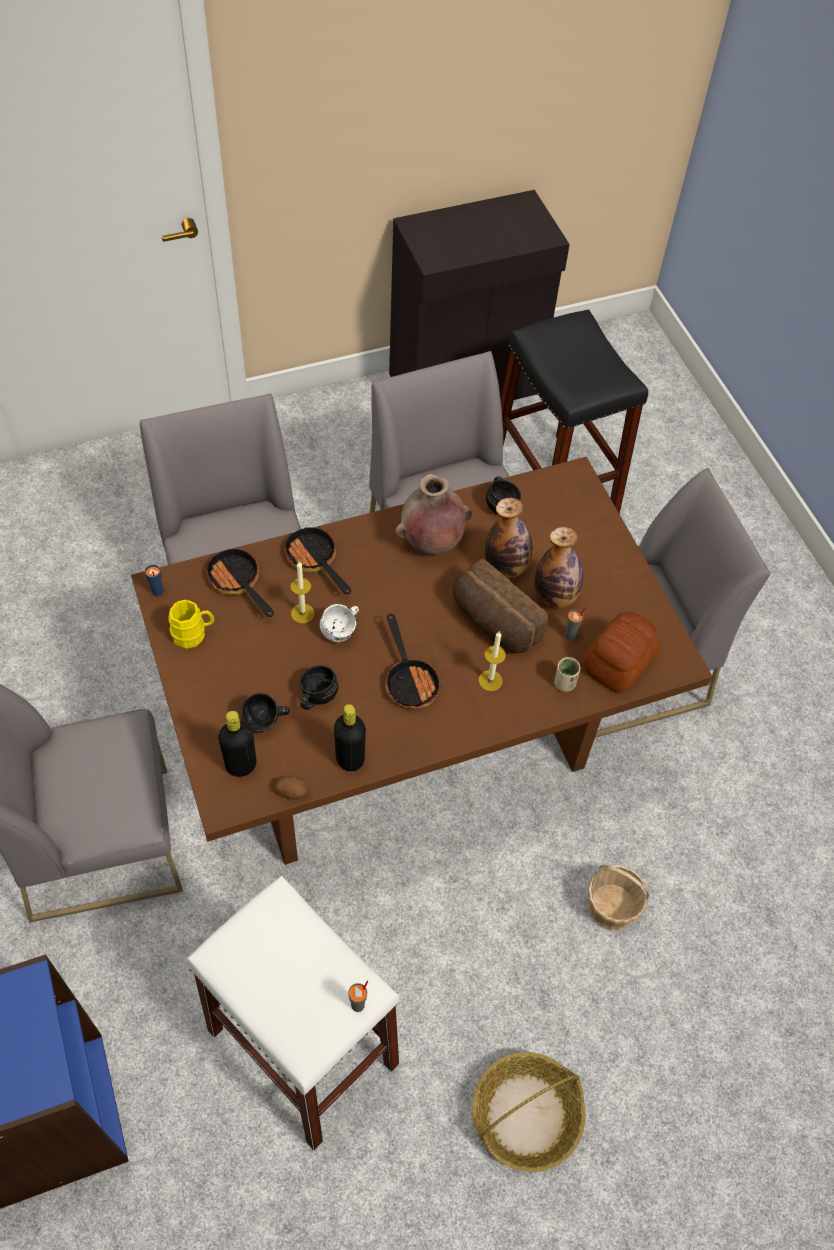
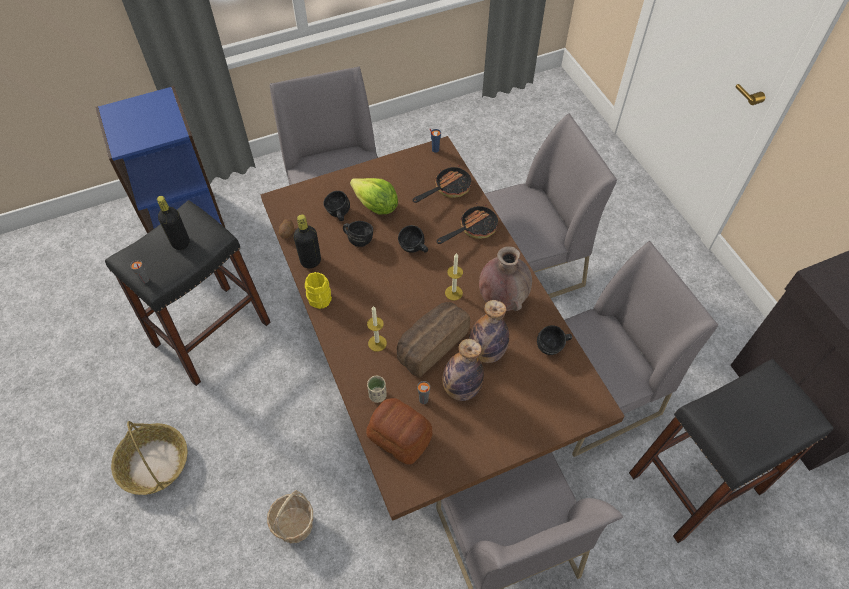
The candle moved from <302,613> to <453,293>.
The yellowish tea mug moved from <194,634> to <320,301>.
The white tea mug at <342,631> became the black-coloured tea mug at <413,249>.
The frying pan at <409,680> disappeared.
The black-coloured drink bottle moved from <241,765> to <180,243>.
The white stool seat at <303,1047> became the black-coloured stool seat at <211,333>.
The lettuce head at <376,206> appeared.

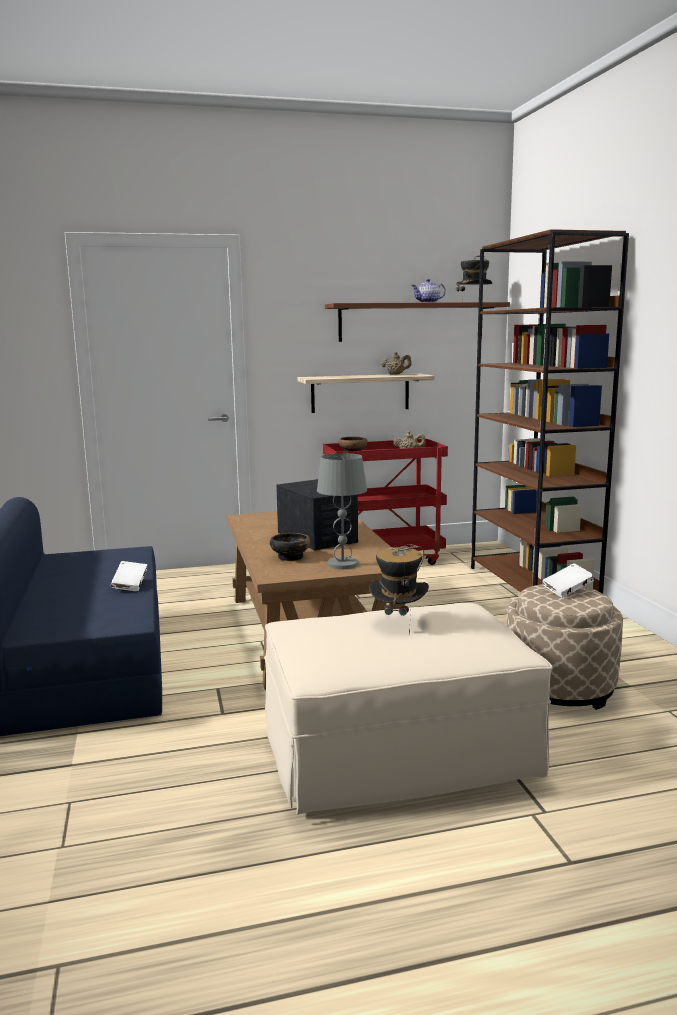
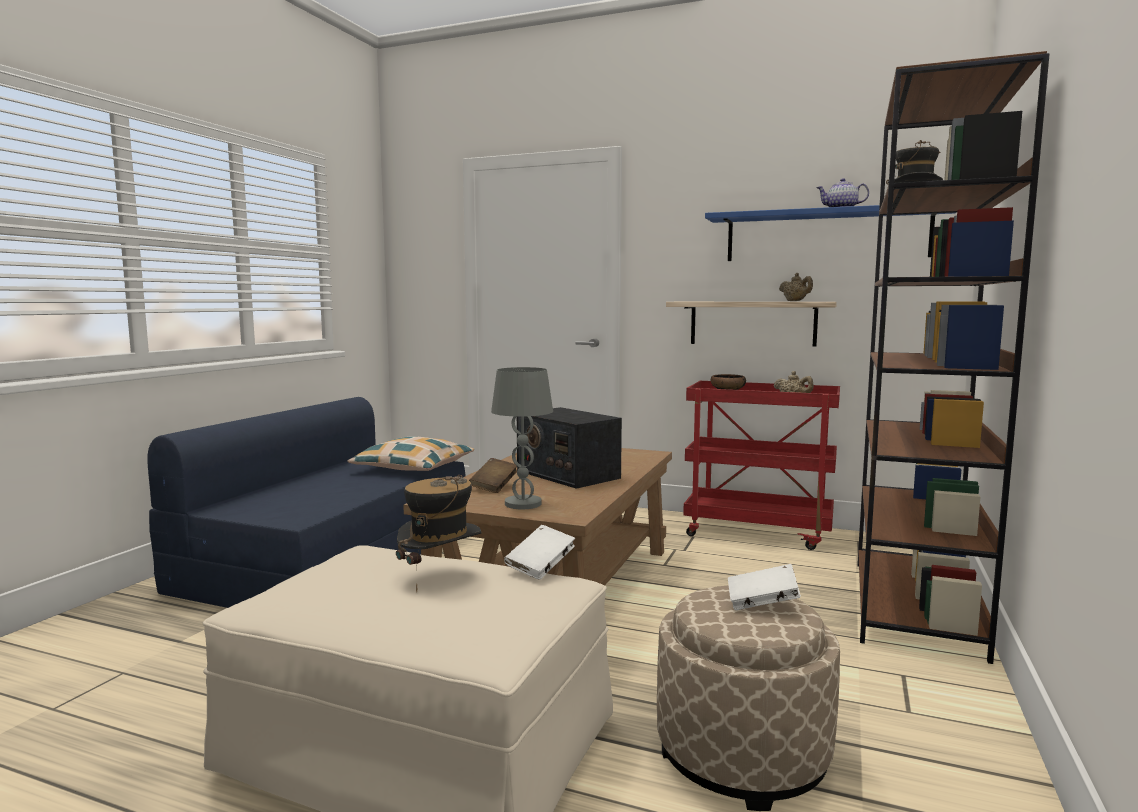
The brownish shelf at <411,322> became the bluish shelf at <826,236>.
The radio receiver at <317,537> turned 135 degrees clockwise.
The bowl at <290,557> was replaced by the brownish bound book at <494,487>.
The white bound book moved from <130,586> to <540,567>.
The throw pillow at <413,468> appeared.

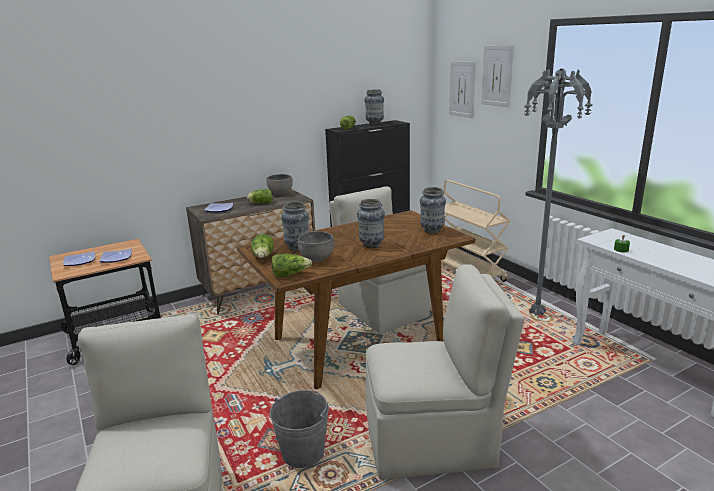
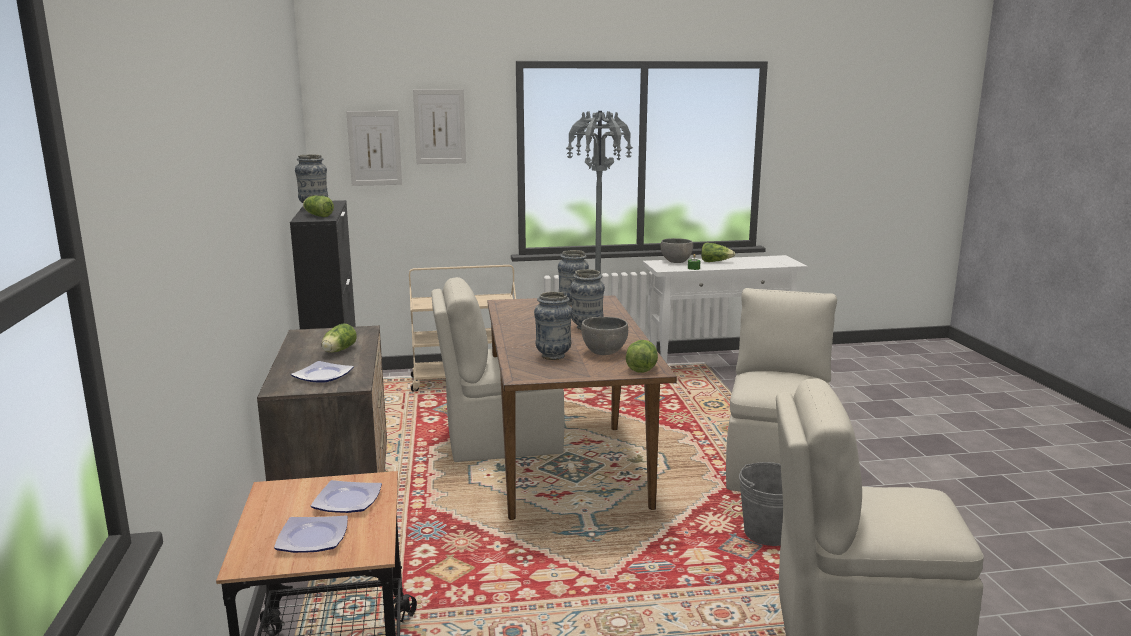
The grey bowl moved from <280,193> to <676,261>.
The lettuce head moved from <263,257> to <715,262>.

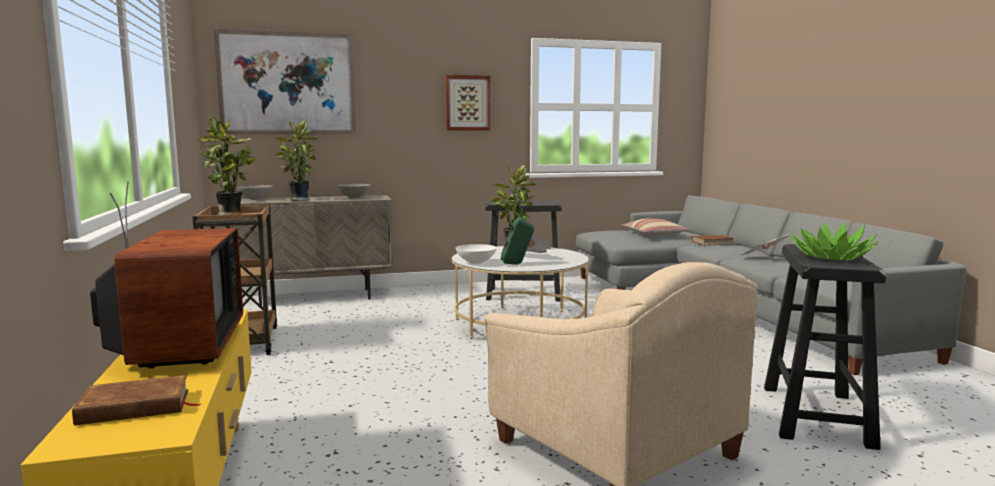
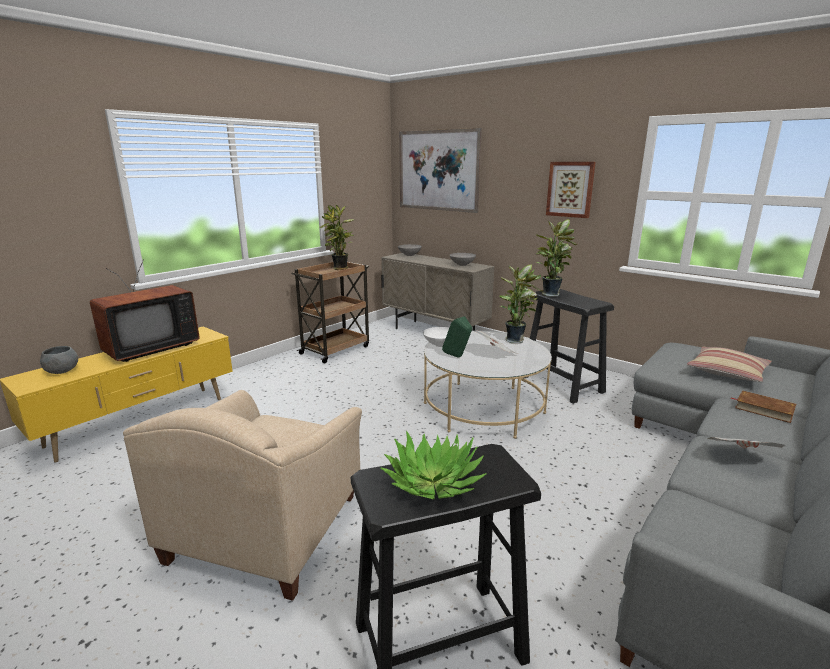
The potted plant moved from <299,199> to <551,294>.
The brownish bound book at <135,407> was replaced by the grey bowl at <62,371>.

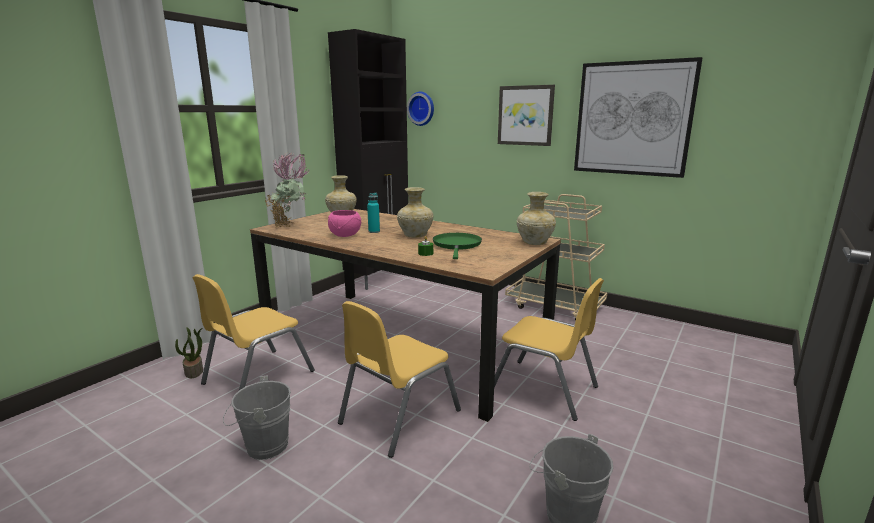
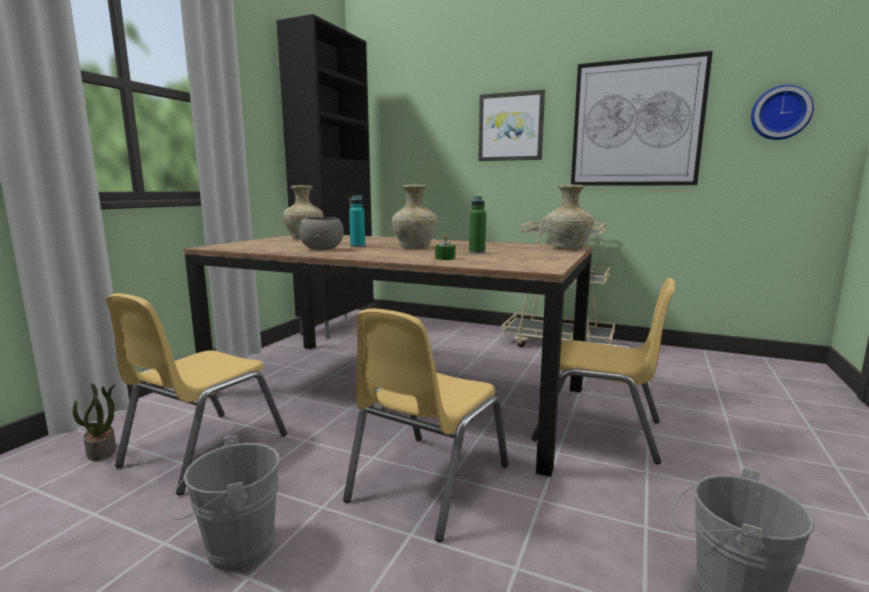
The clock on the wall moved from <422,108> to <780,113>.
The potted plant at <291,226> disappeared.
The pink-coloured bowl at <344,235> became the grey bowl at <321,249>.
The green-coloured frying pan at <457,245> was replaced by the green-coloured drink bottle at <477,252>.

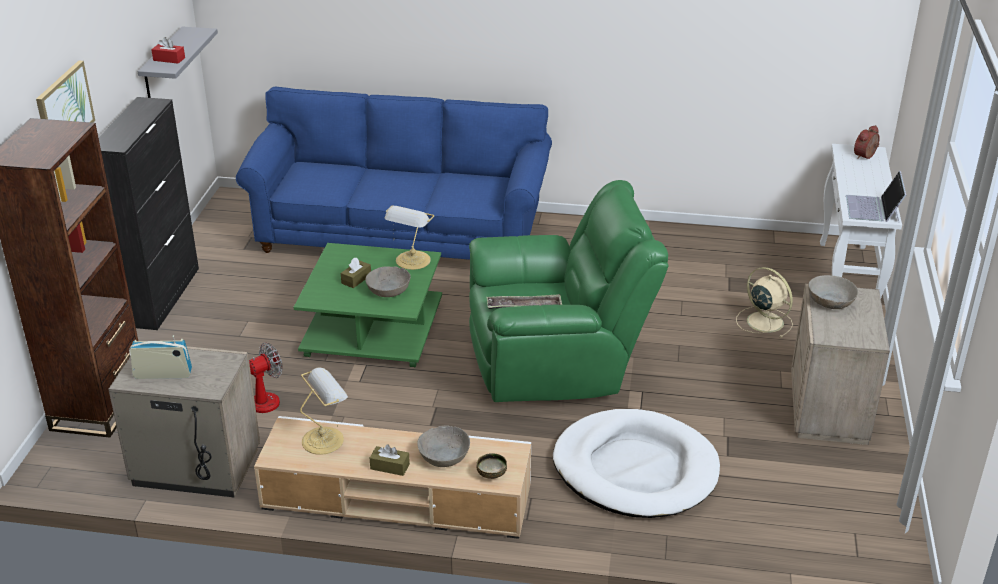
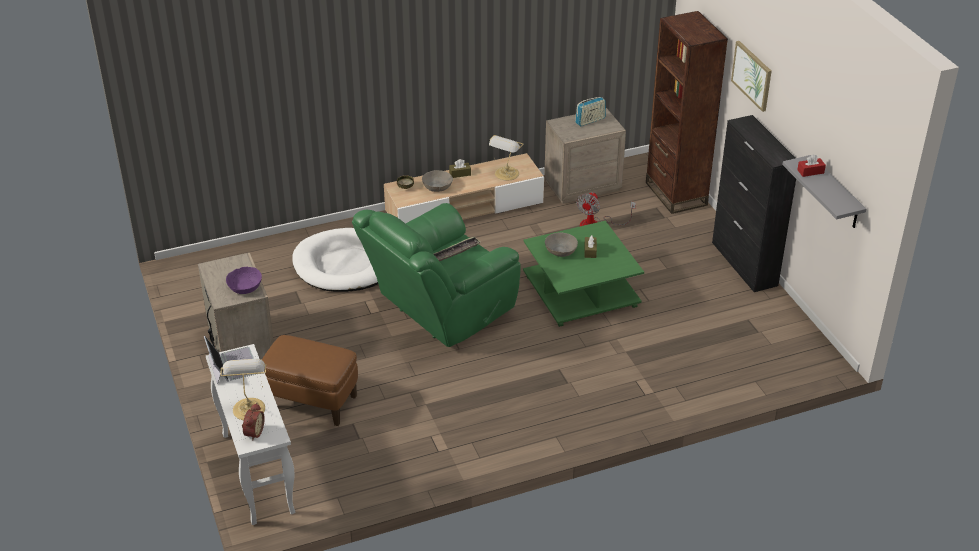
The bluish couch at <401,235> disappeared.
The table lamp moved from <412,261> to <248,407>.
The beige-coloured fan at <763,321> was replaced by the brownish footrest at <312,402>.
The grey bowl at <831,301> became the purple-coloured bowl at <245,287>.

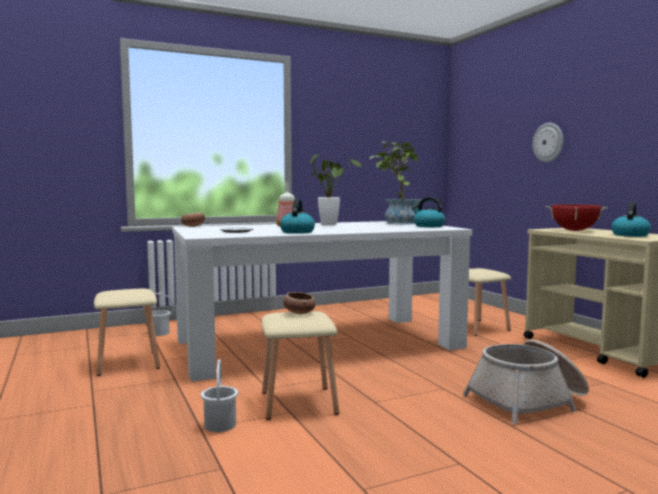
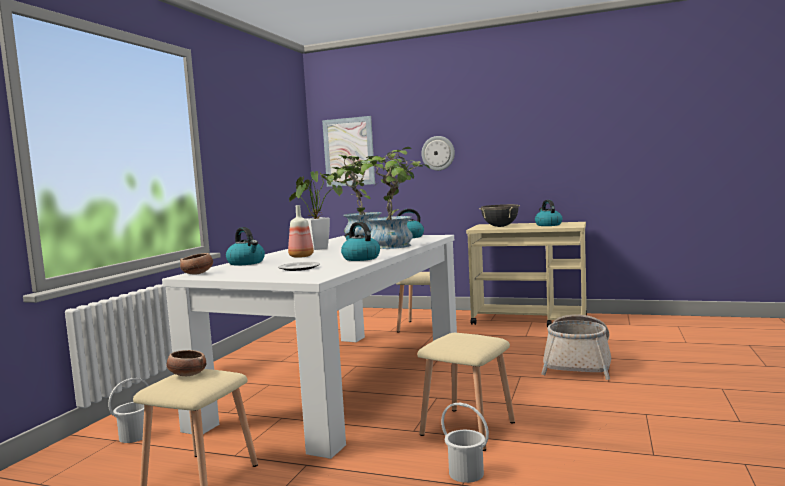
The red saucepot at <574,230> became the black-coloured saucepot at <500,226>.
The bowl moved from <299,313> to <187,375>.
The wall art at <349,152> appeared.
The potted plant at <396,246> appeared.
The water kettle at <246,263> appeared.

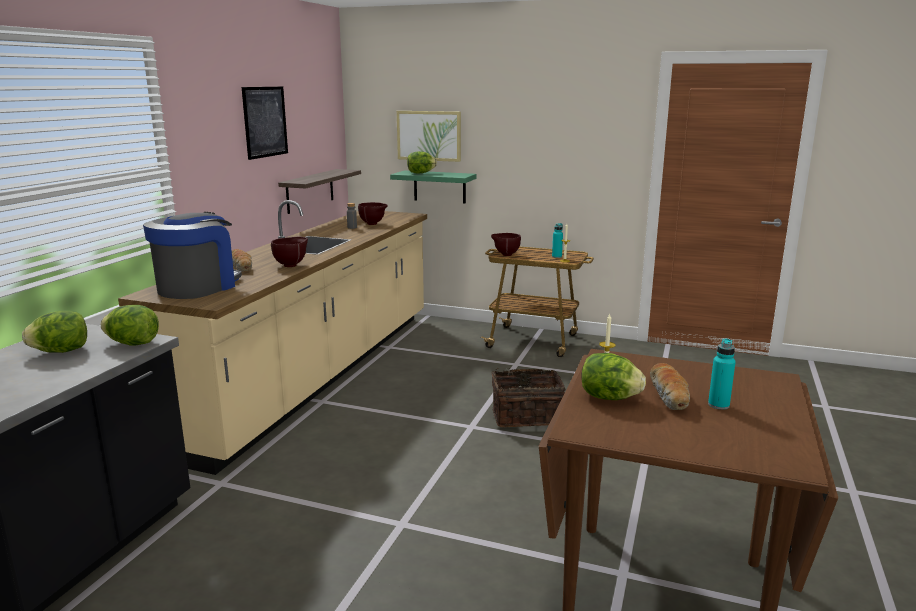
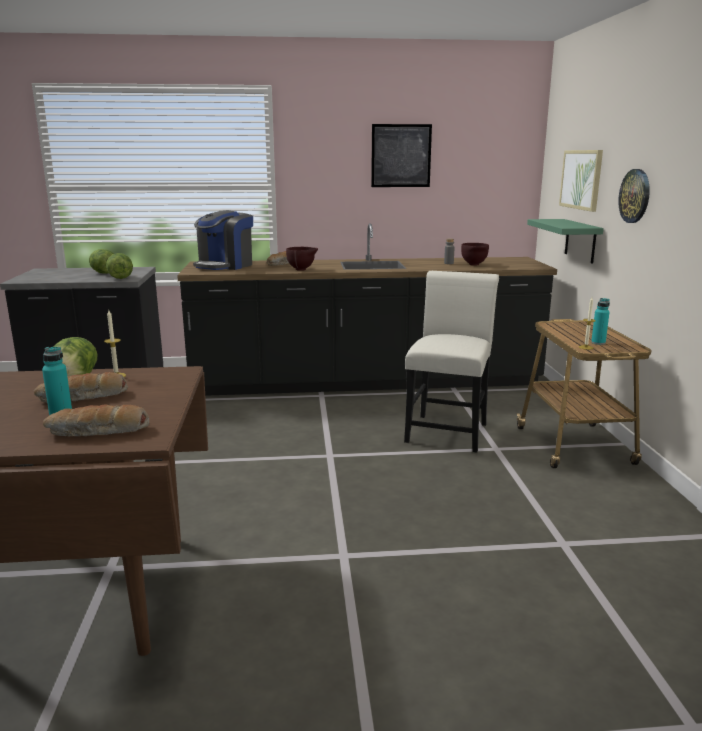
The lettuce head at <421,173> disappeared.
The shelf at <310,191> disappeared.
The beige-coloured kitchen counter at <318,374> became the black-coloured kitchen counter at <366,383>.
The coffee maker at <198,287> turned 120 degrees clockwise.
The brownish bowl at <505,255> disappeared.
The household basket at <526,416> disappeared.
The clock on the wall at <635,196> appeared.
The white chair at <448,430> appeared.
The bread at <98,432> appeared.

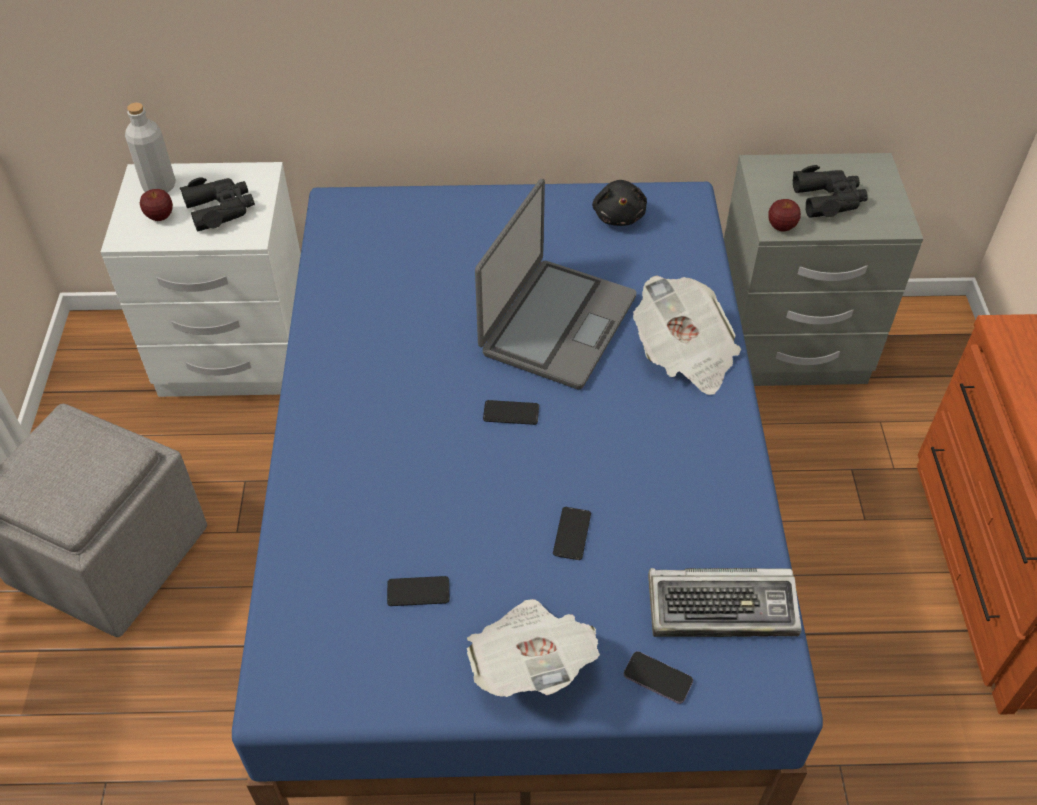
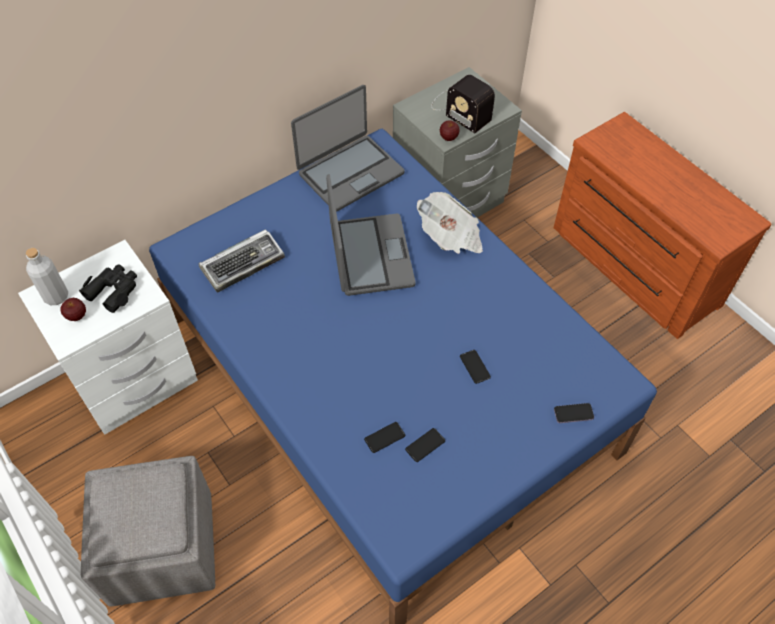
The black-coloured binoculars at <828,199> was replaced by the radio receiver at <459,109>.
The black-coloured cuddly toy at <619,215> was replaced by the laptop at <350,173>.
The telephone moved from <511,413> to <384,437>.
The computer keyboard moved from <723,607> to <243,263>.
The daily paper at <530,662> disappeared.

